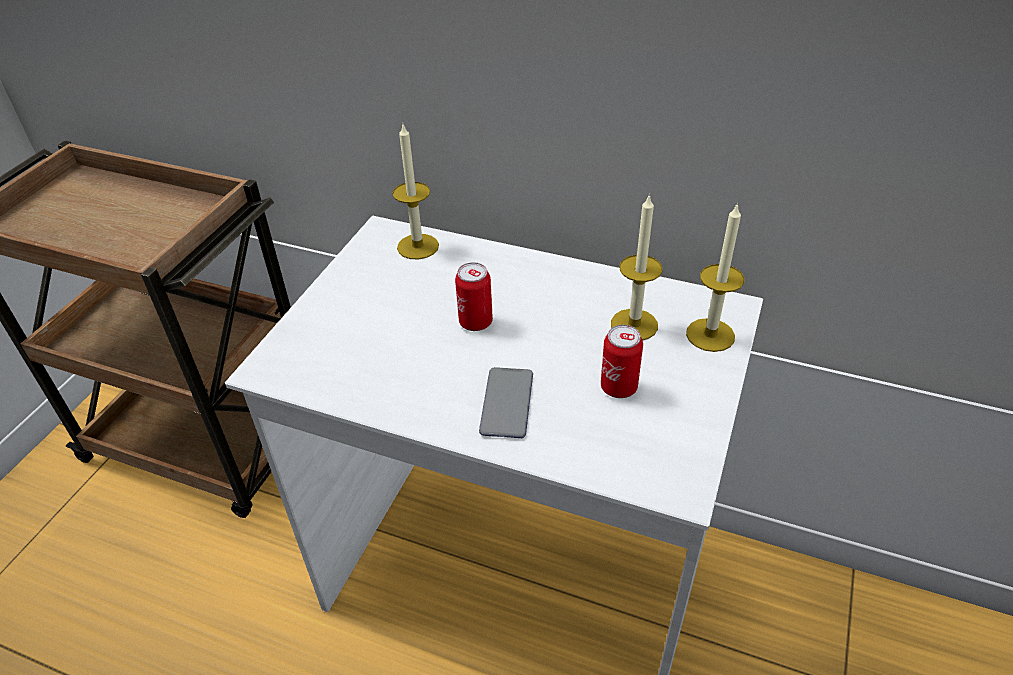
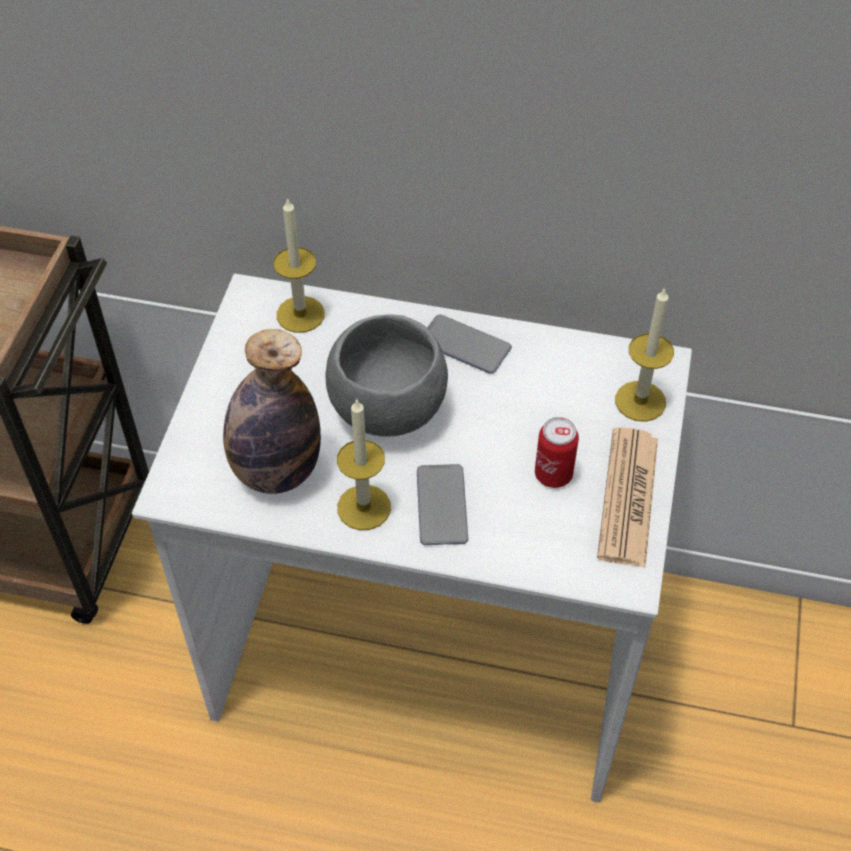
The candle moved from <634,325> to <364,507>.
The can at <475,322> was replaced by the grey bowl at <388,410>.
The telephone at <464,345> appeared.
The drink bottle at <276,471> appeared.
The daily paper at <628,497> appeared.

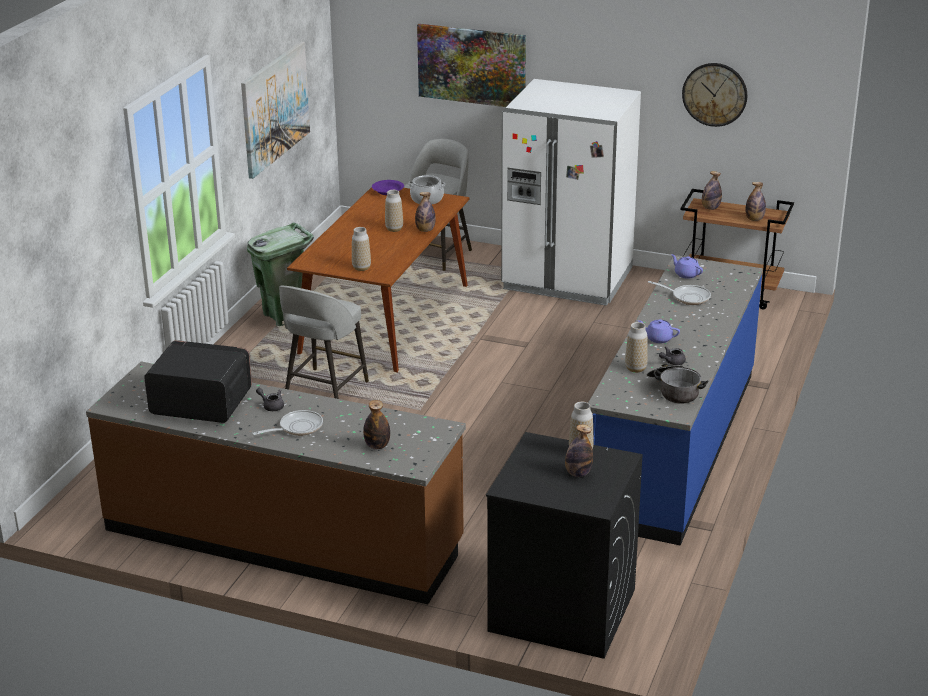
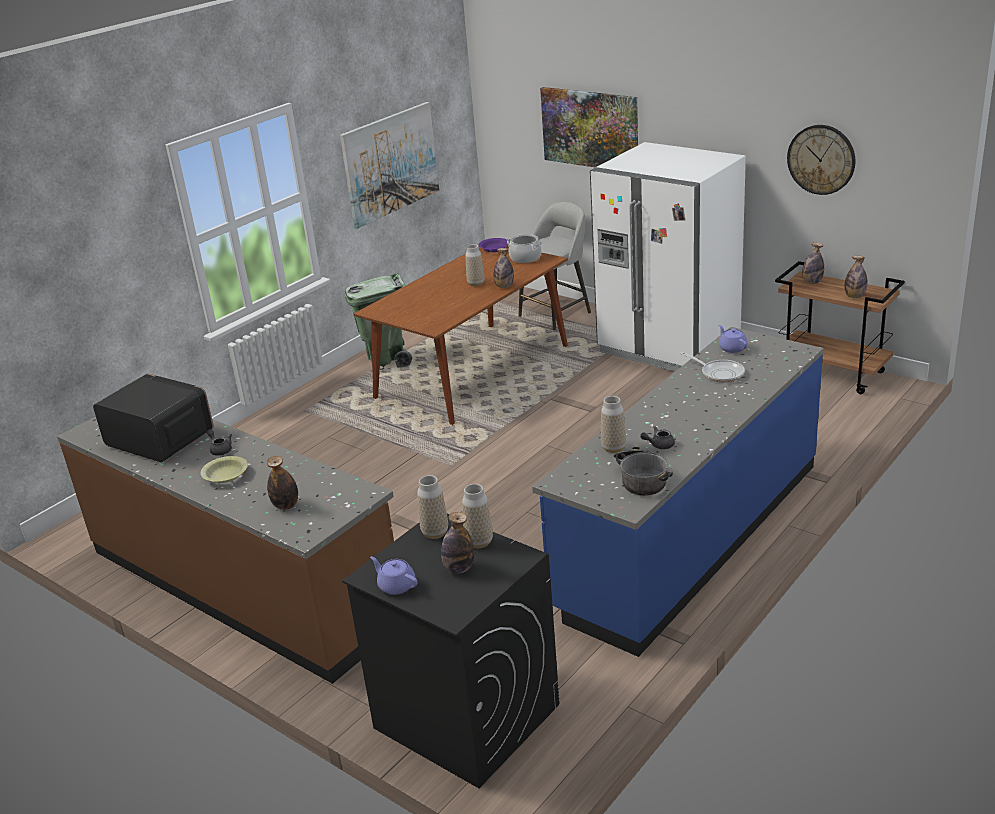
The flower vase moved from <361,268> to <435,533>.
The grey stool seat at <324,391> disappeared.
The purple-coloured teapot moved from <658,338> to <396,585>.
The frying pan at <297,428> was replaced by the yellowish bowl at <225,476>.

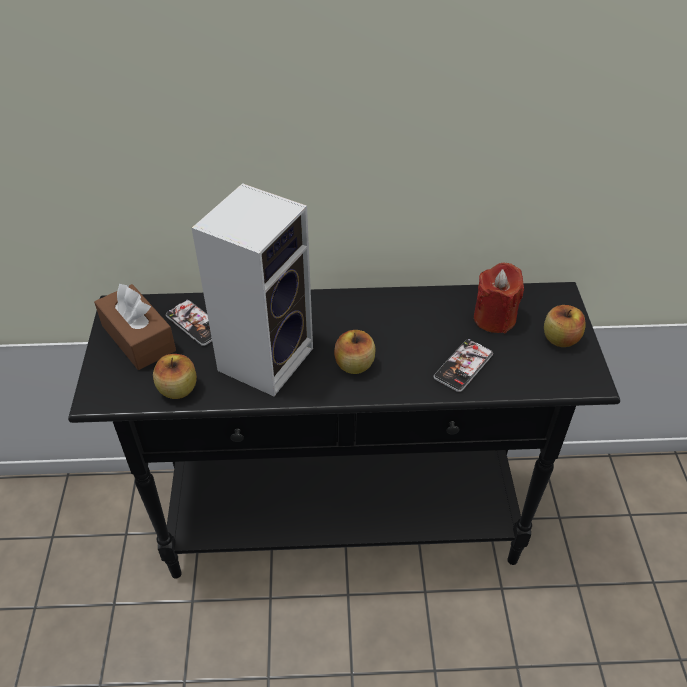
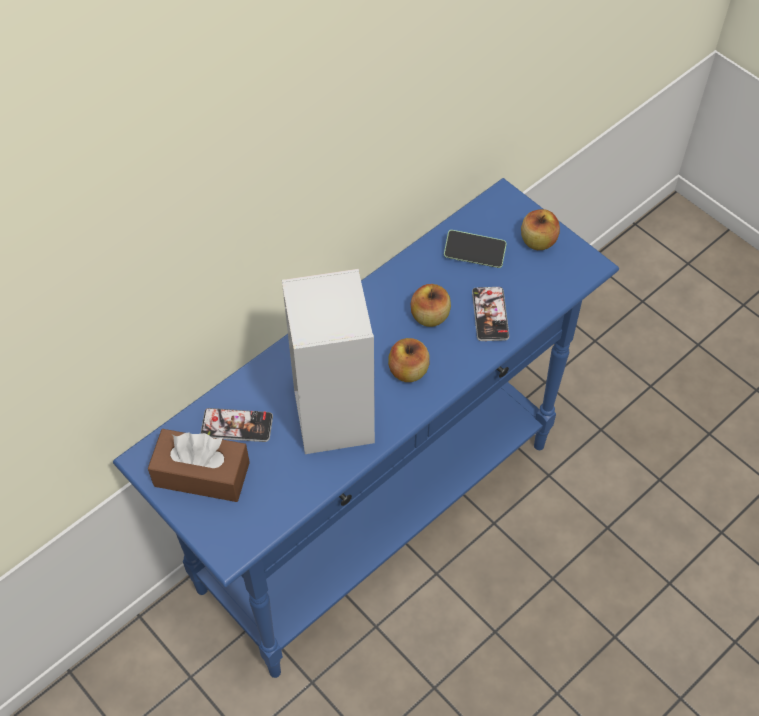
The red candle at <494,318> was replaced by the telephone at <474,254>.
The black-coloured narrow table at <344,522> became the bluish narrow table at <379,515>.
The whole apple moved from <178,389> to <429,316>.

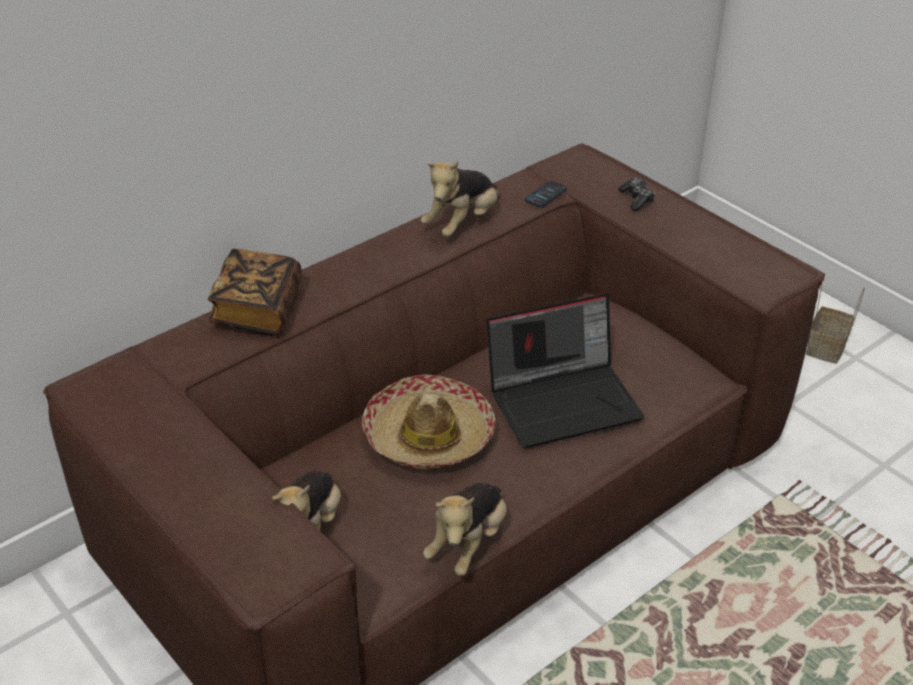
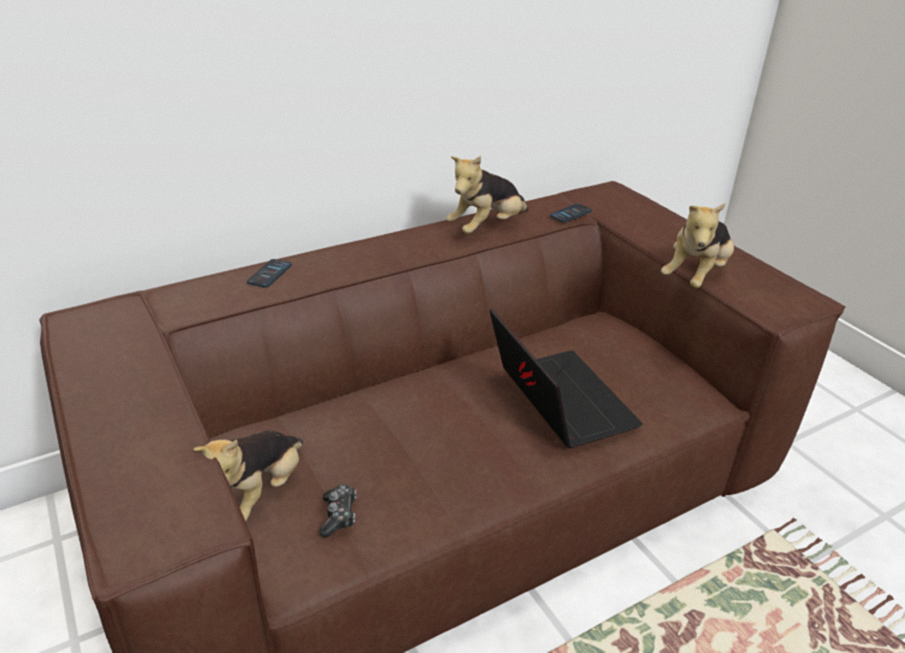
The joypad moved from <636,199> to <339,515>.
The bound book at <257,310> was replaced by the telephone at <269,274>.
The household basket at <825,346> disappeared.
The laptop at <564,400> turned 105 degrees counterclockwise.
The hat at <429,436> disappeared.
The cuddly toy moved from <468,543> to <696,276>.

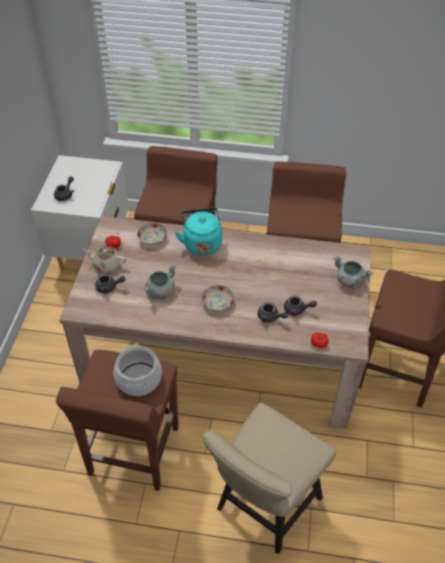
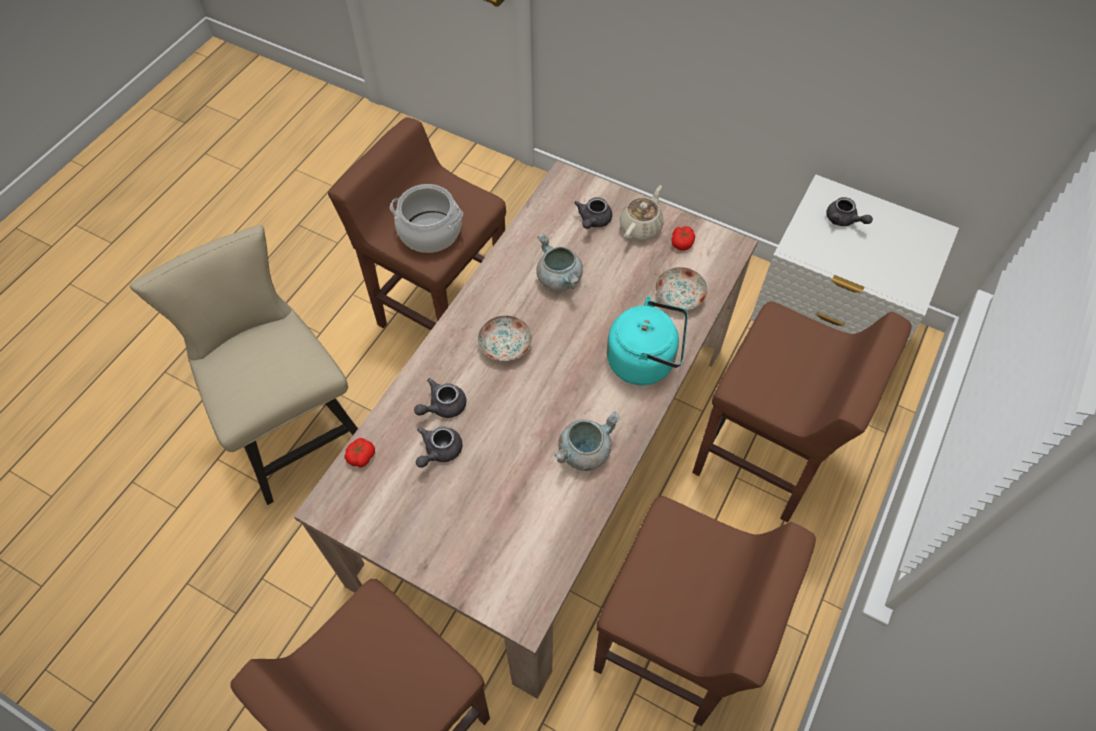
The grey saucepot moved from <349,281> to <584,451>.

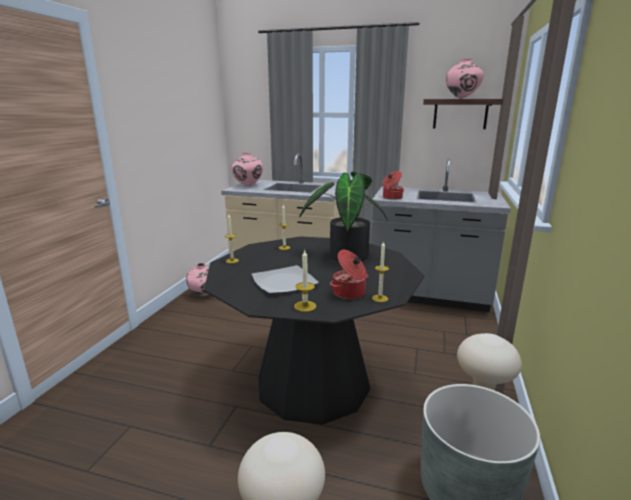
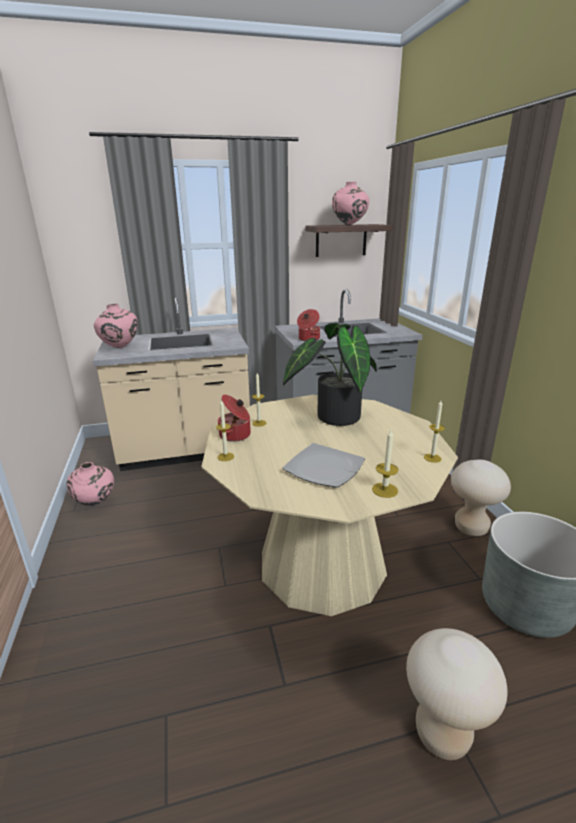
The black-coloured dinner table at <313,383> became the beige-coloured dinner table at <322,563>.
The saucepot moved from <349,293> to <236,435>.

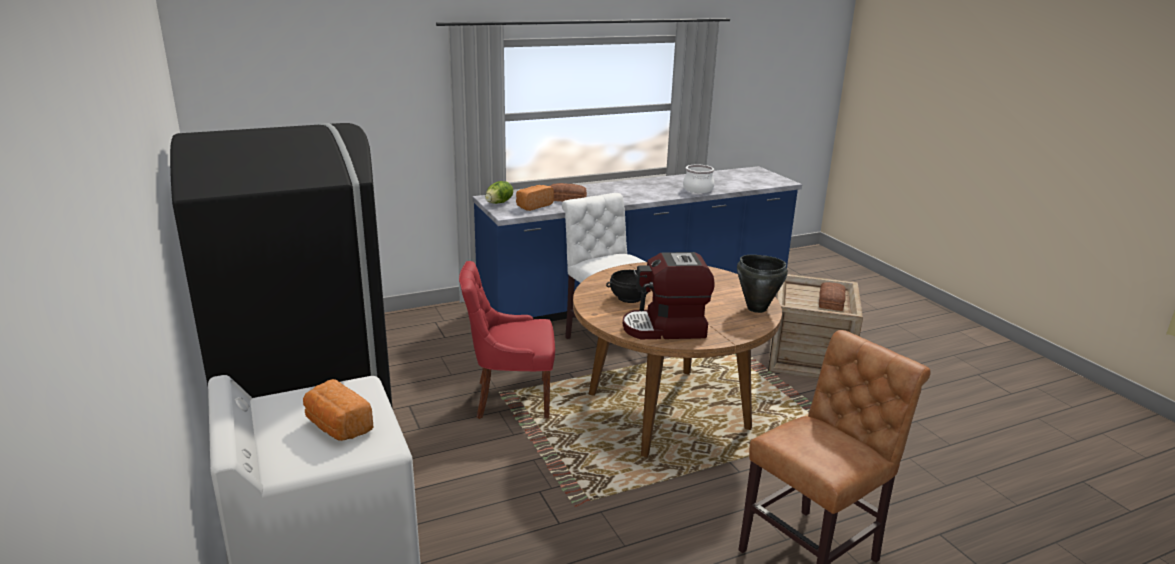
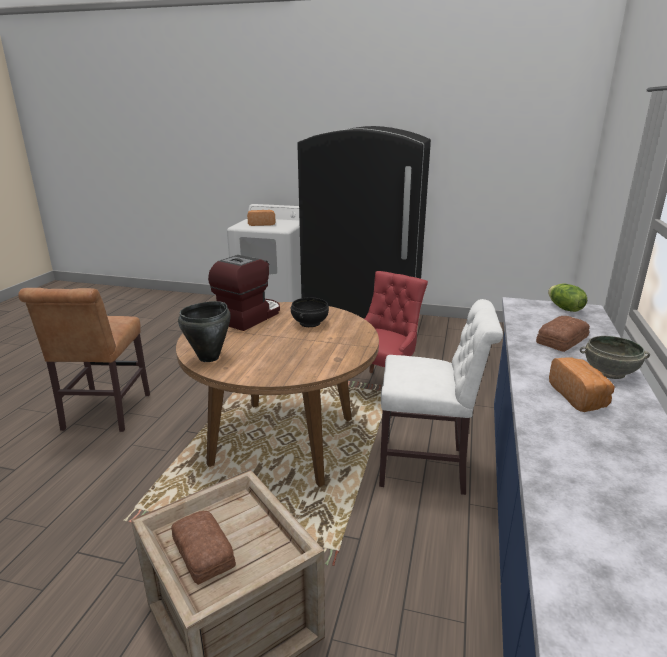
The saucepot at <698,189> disappeared.
The bread moved from <533,206> to <579,397>.
The grey bowl at <609,372> appeared.

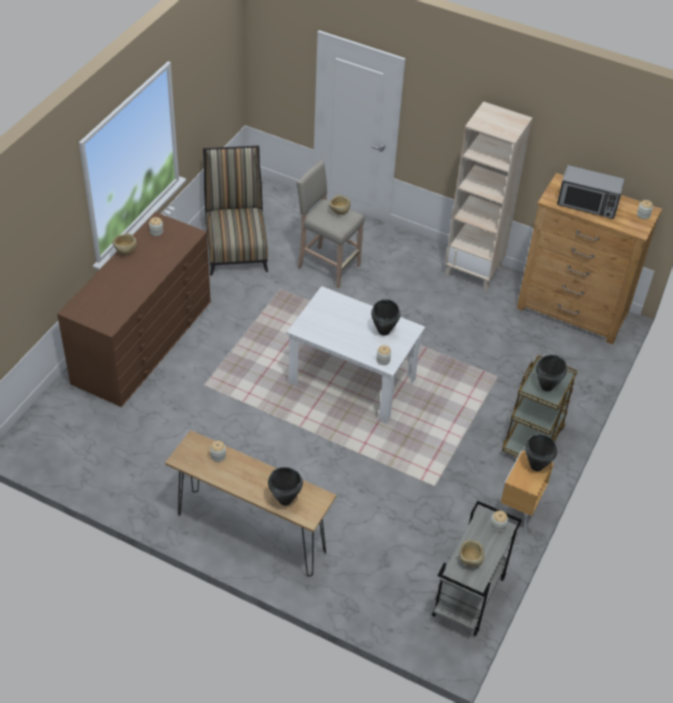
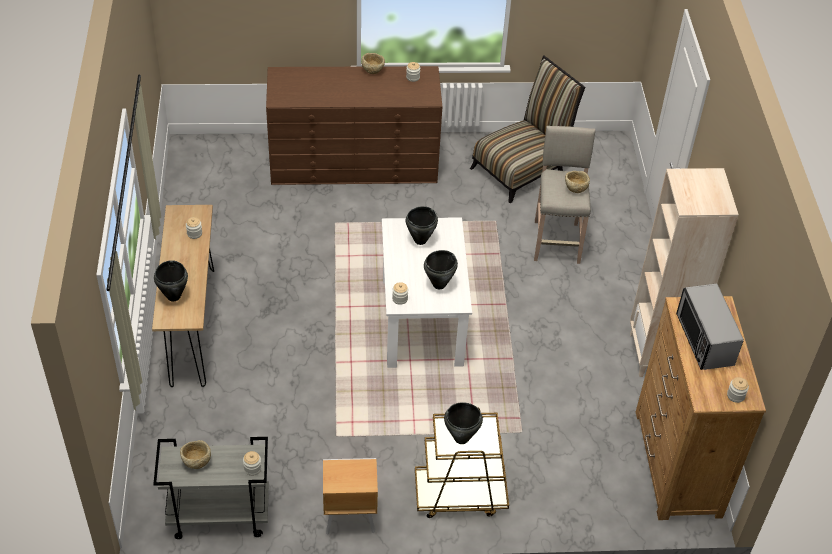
The black-coloured saucepot moved from <536,466> to <420,240>.

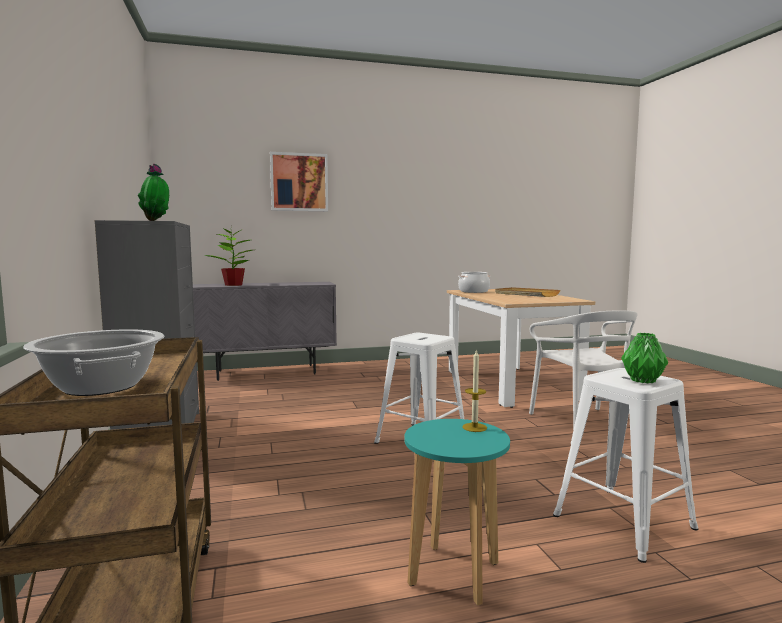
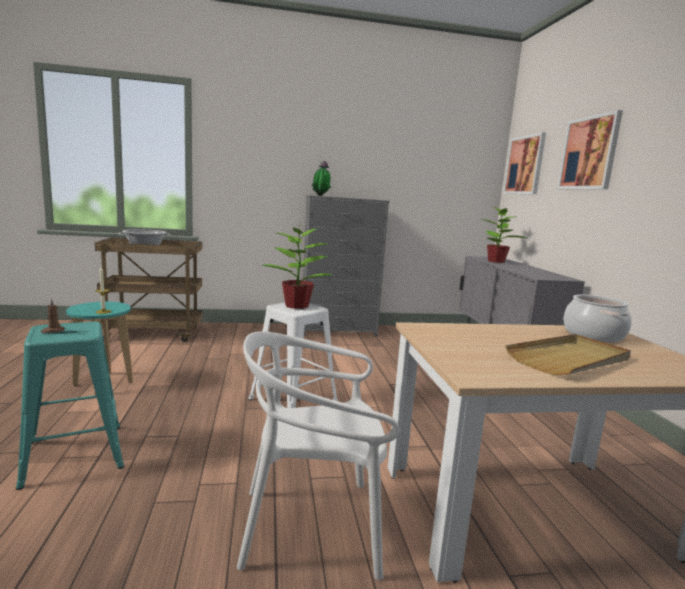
The green-coloured flower vase at <642,381> was replaced by the brownish candle at <52,331>.
The white stool seat at <621,521> became the turquoise stool seat at <75,453>.
The wall art at <525,165> appeared.
The potted plant at <297,305> appeared.

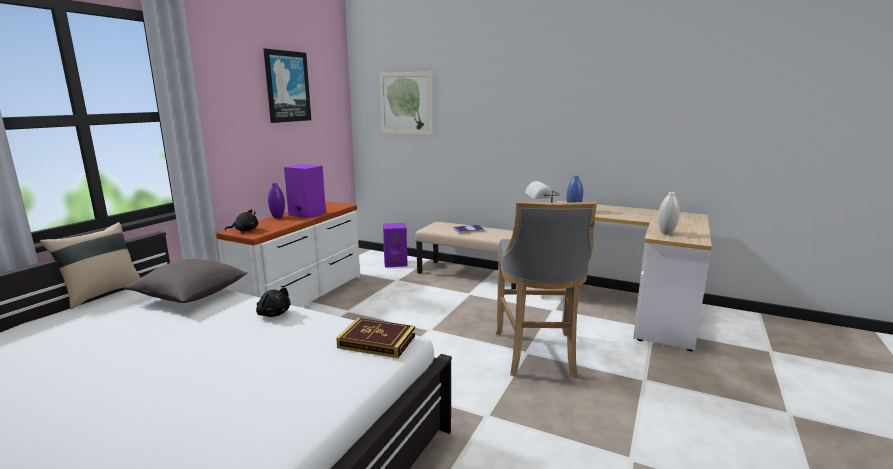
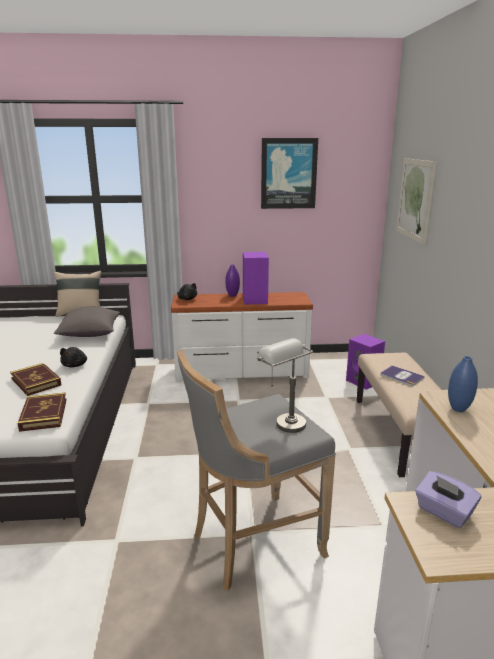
The white flower vase at <666,233> was replaced by the purple-coloured tissue box at <444,512>.
The bound book at <36,382> appeared.

